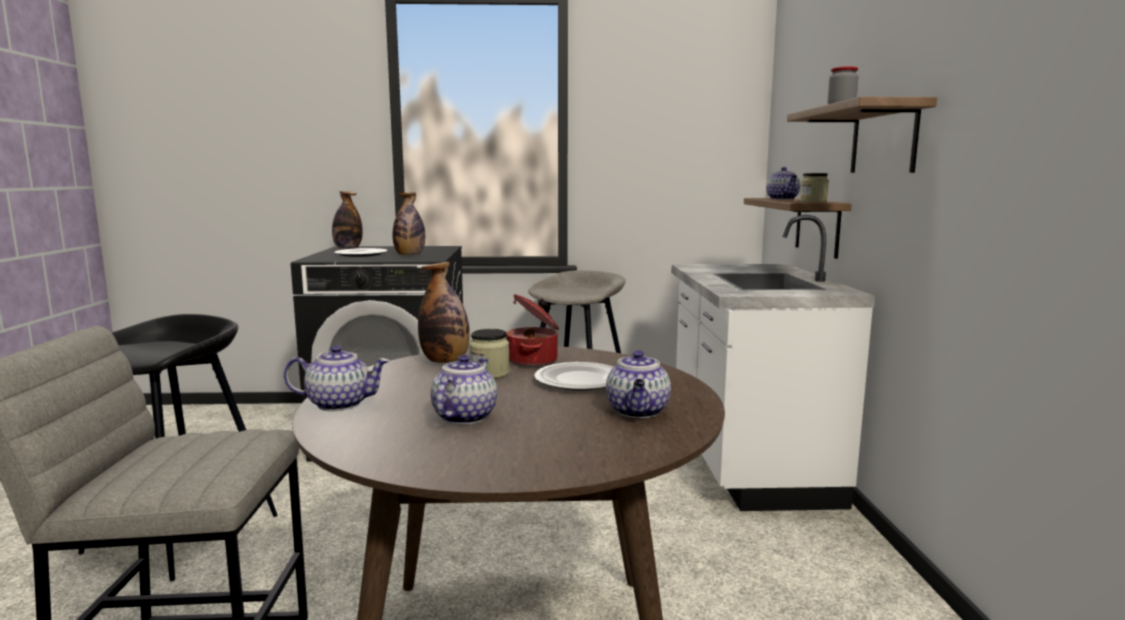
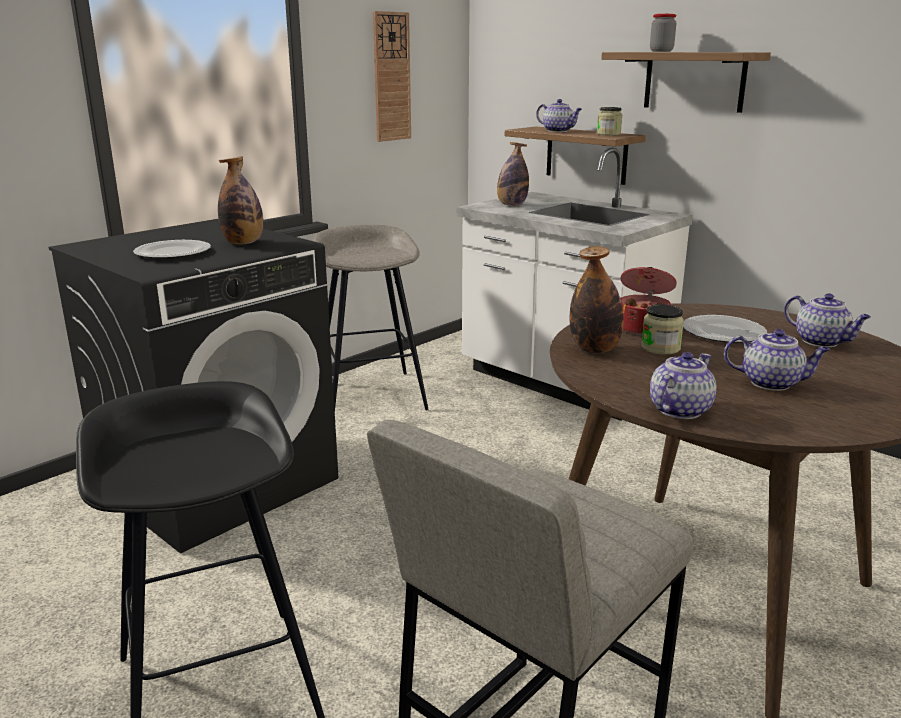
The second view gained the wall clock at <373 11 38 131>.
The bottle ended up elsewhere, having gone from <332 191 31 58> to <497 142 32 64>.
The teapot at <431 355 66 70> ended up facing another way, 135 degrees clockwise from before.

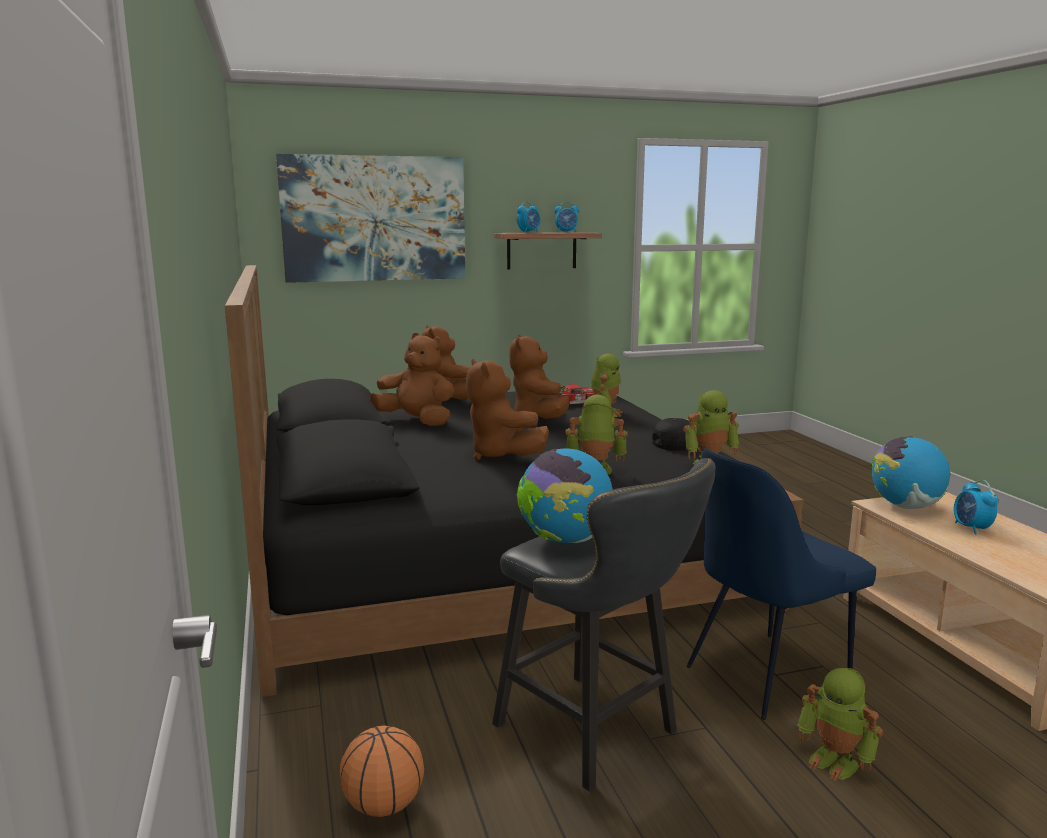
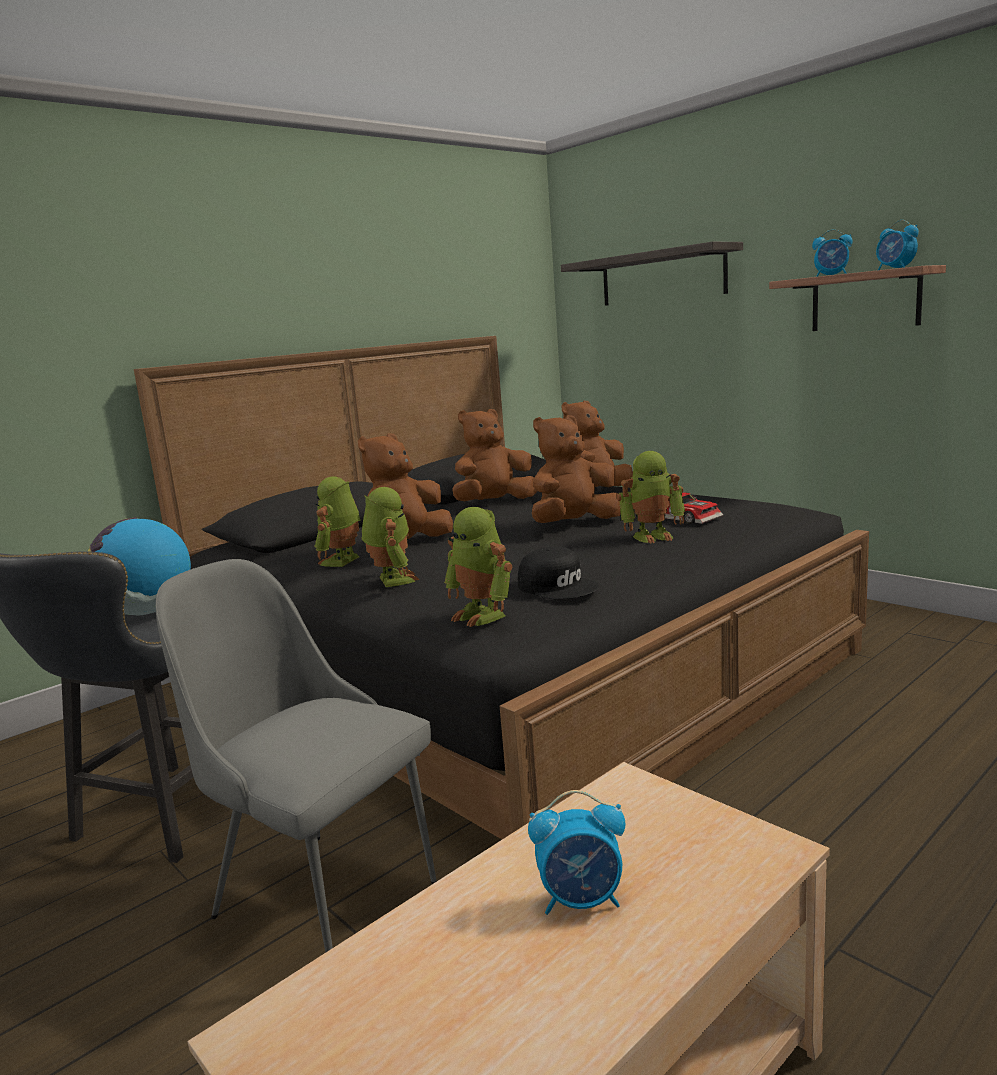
The second view lost the basketball at <340 726 84 91>.
The second view lost the globe at <872 436 78 73>.
The toy robot ended up elsewhere, having gone from <797 668 86 113> to <314 476 47 91>.
Where the picture hung at <276 154 189 129>, the shelf came to hang at <561 242 182 64>.
What was the blue chair at <687 448 190 272> turned into the grey chair at <156 559 281 394>.
The brown plush toy at <369 333 85 93> ended up facing another way, 120 degrees counterclockwise from before.
The alarm clock at <954 480 45 55> ended up facing another way, 150 degrees counterclockwise from before.

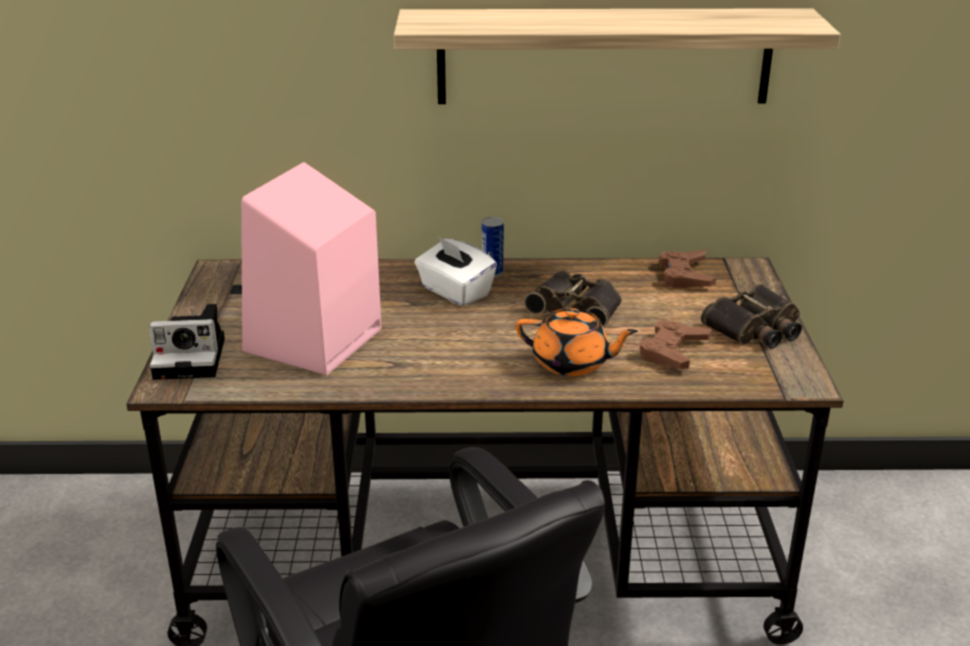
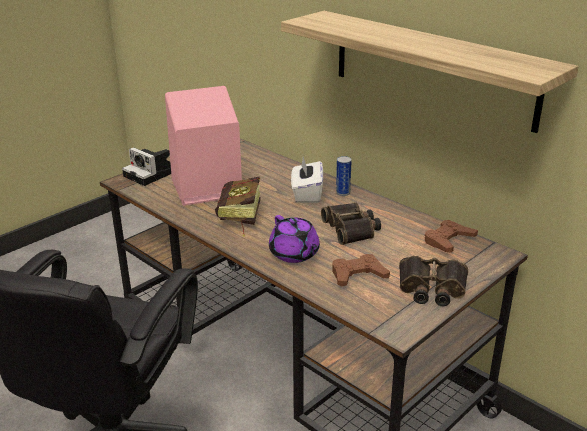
The second view gained the book at <215 177 46 59>.
What was the orange teapot at <516 308 122 68> turned into the purple teapot at <269 215 51 48>.

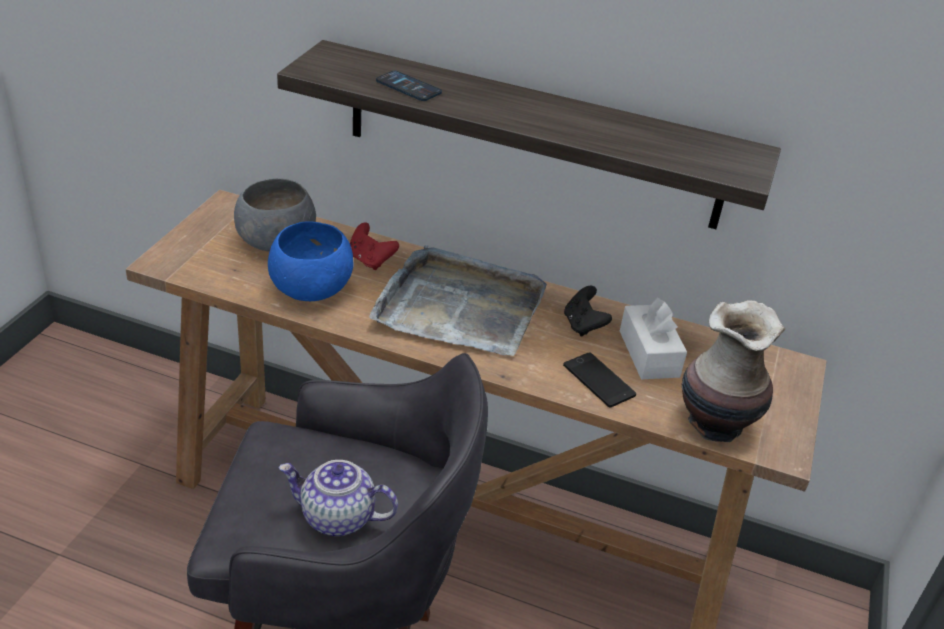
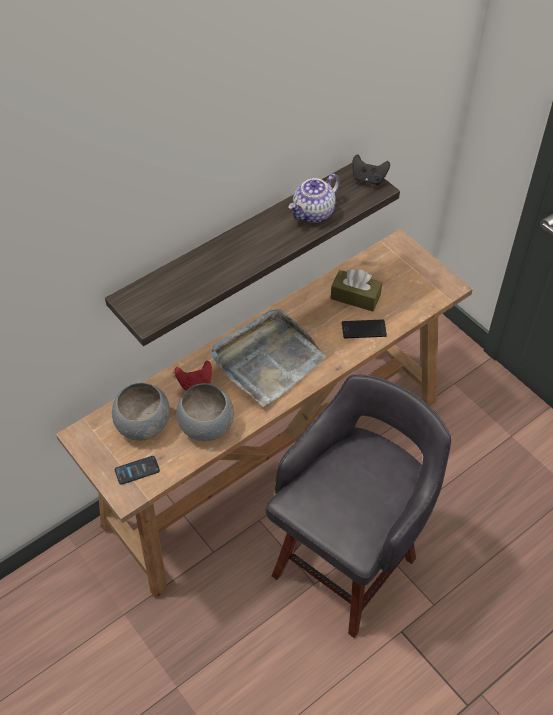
The second view lost the vase at <682 300 103 142>.
The teapot ended up elsewhere, having gone from <278 460 120 76> to <288 174 52 49>.
The phone ended up elsewhere, having gone from <376 71 66 30> to <115 456 45 29>.
The black game controller ended up elsewhere, having gone from <564 286 48 51> to <352 155 38 30>.
What was the blue bowl at <268 221 86 80> turned into the grey bowl at <176 383 58 58>.
What was the white tissue box at <620 298 67 82> turned into the brown tissue box at <331 269 51 43>.

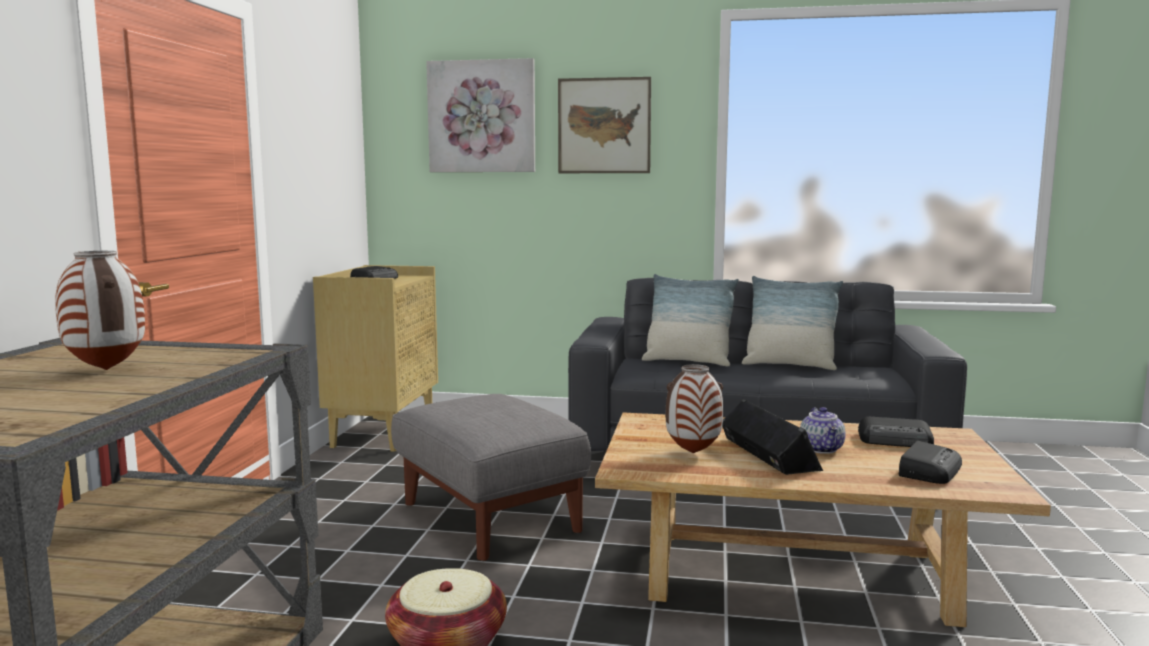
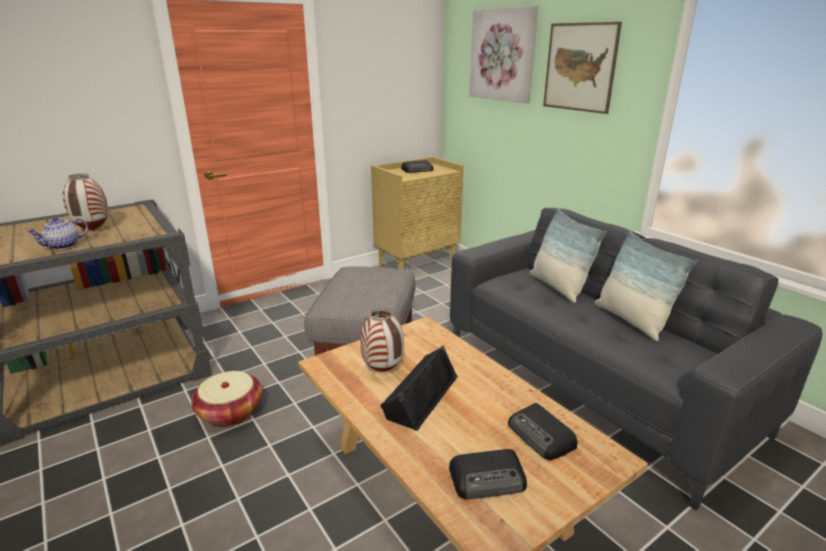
The teapot ended up elsewhere, having gone from <800 407 46 47> to <26 217 62 33>.

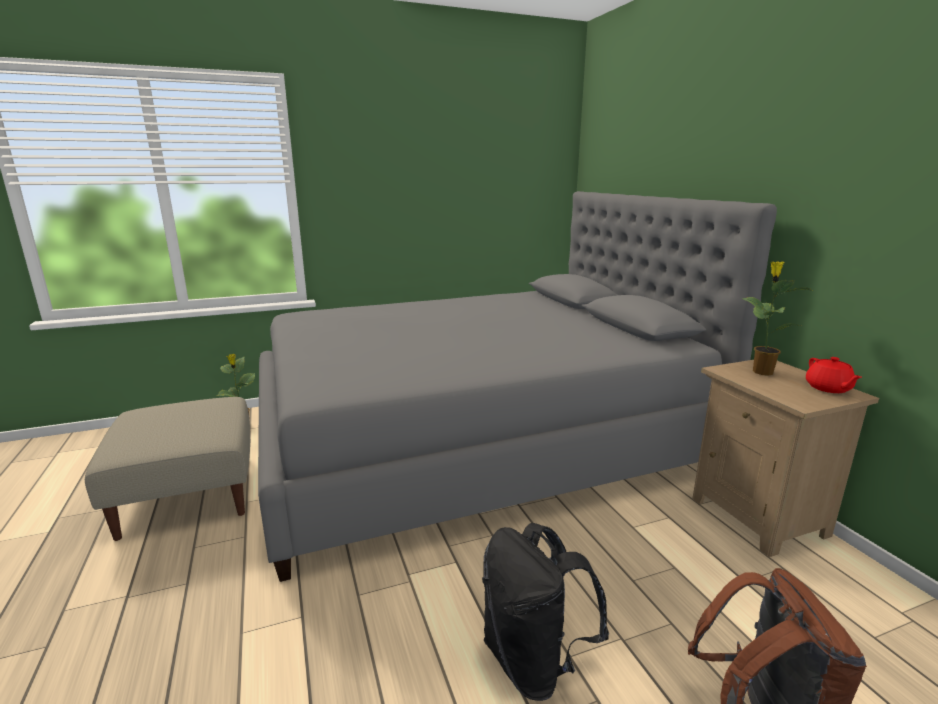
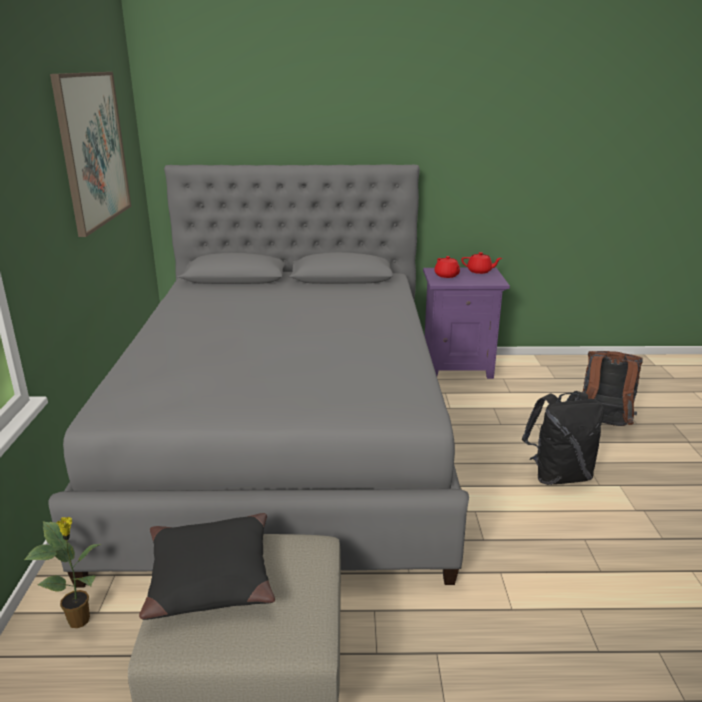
The second view gained the picture at <50 72 81 165>.
The second view gained the black pillow at <139 513 136 107>.
Where the potted plant stood at <741 261 72 115>, the red teapot came to stand at <434 256 26 22>.
What was the beige nightstand at <692 360 187 197> turned into the purple nightstand at <423 268 87 111>.

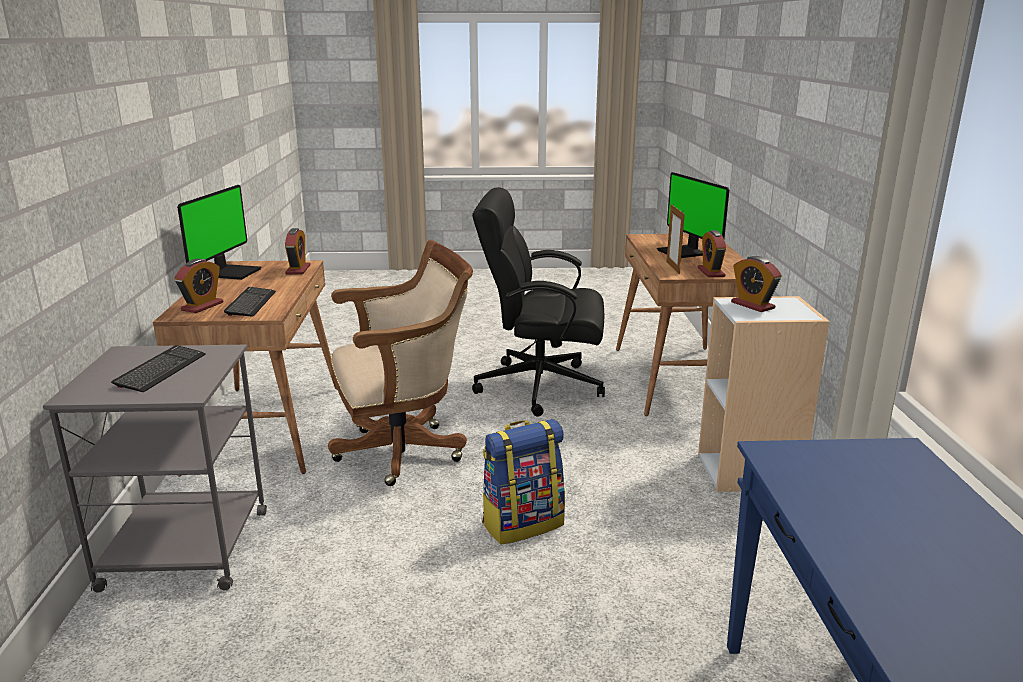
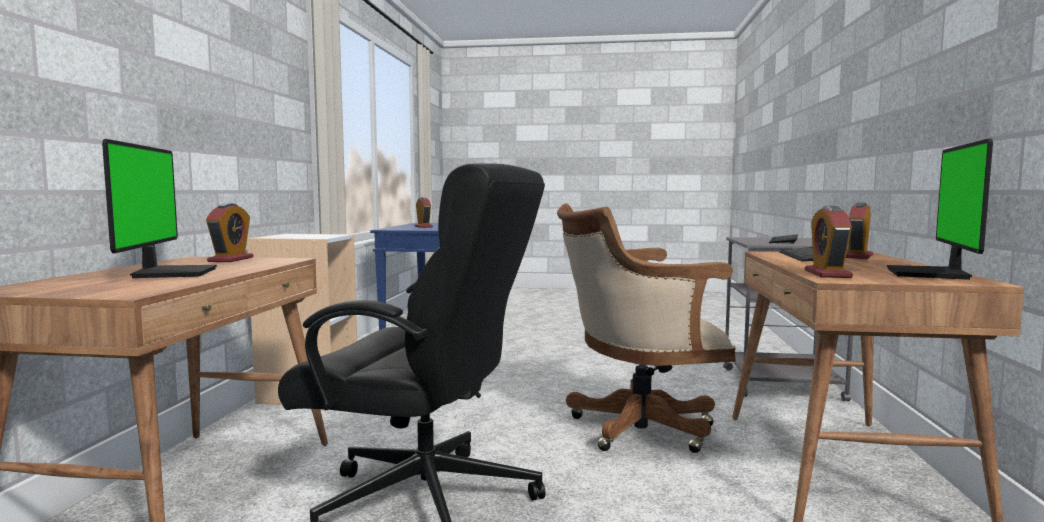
The second view lost the backpack at <482 419 83 126>.
The second view lost the picture frame at <666 203 19 71>.
The alarm clock ended up elsewhere, having gone from <731 256 51 56> to <414 197 19 31>.

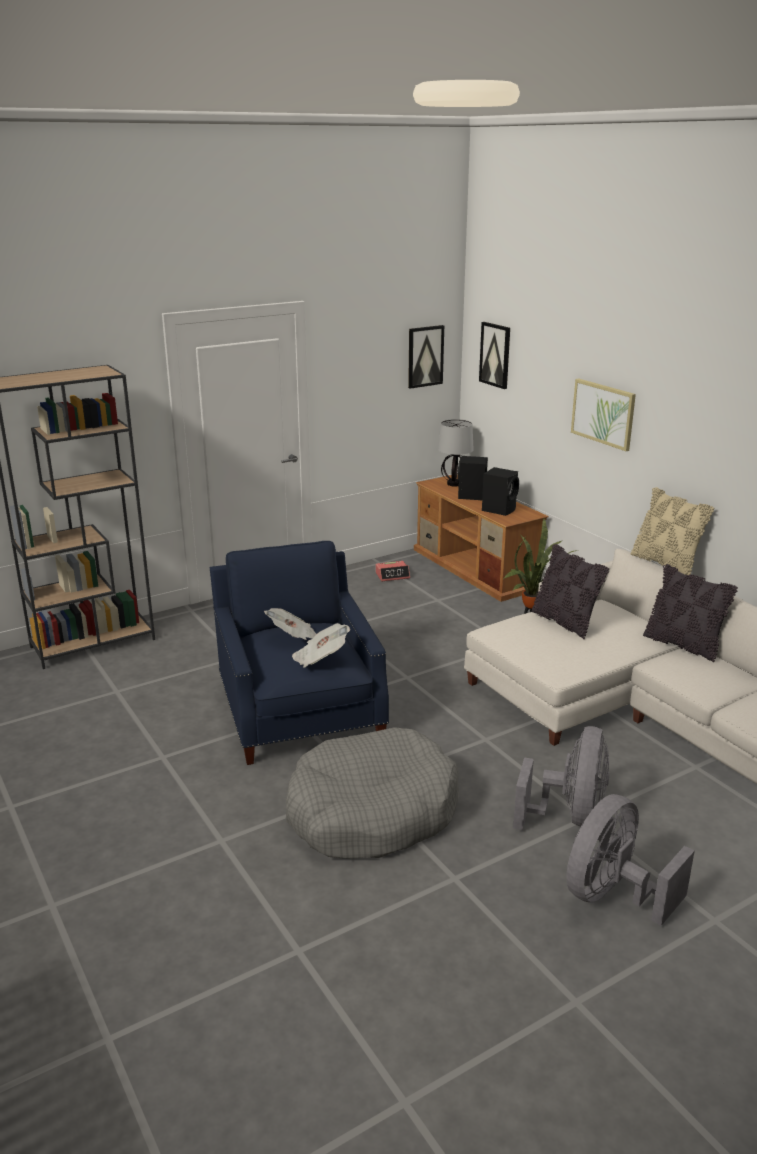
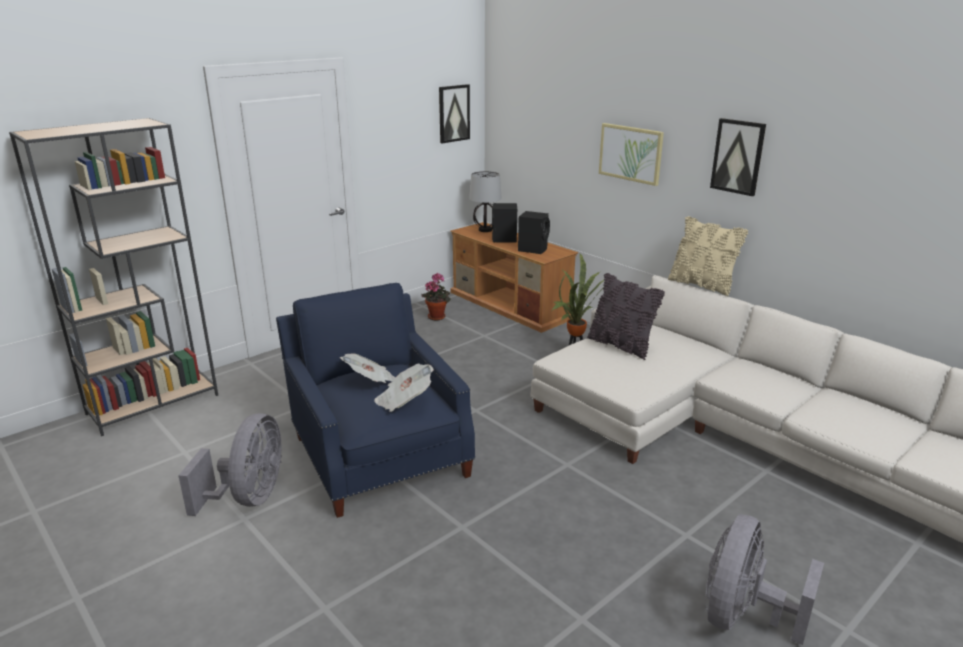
The second view lost the grey dog bed at <286 727 173 132>.
The second view lost the black pillow at <643 564 95 98>.
The picture ended up elsewhere, having gone from <479 322 31 67> to <710 118 56 78>.
The grey fan ended up elsewhere, having gone from <513 726 97 104> to <178 413 104 103>.
Where the alarm clock stood at <376 561 34 20>, the potted plant came to stand at <421 273 30 48>.

